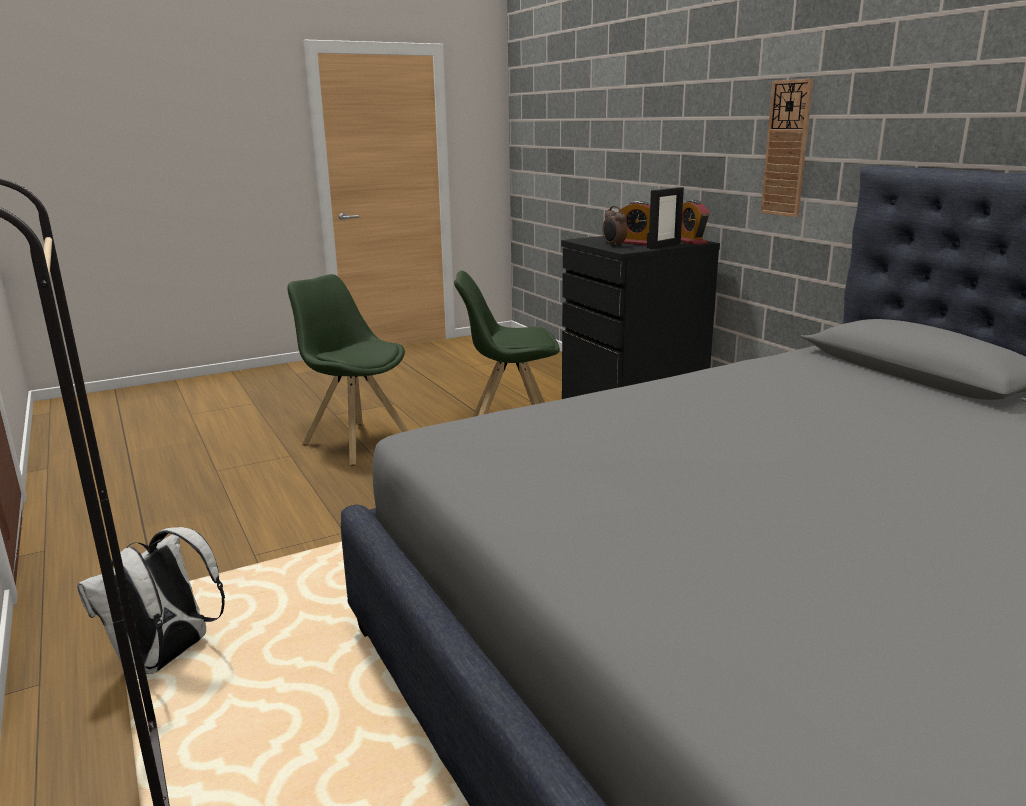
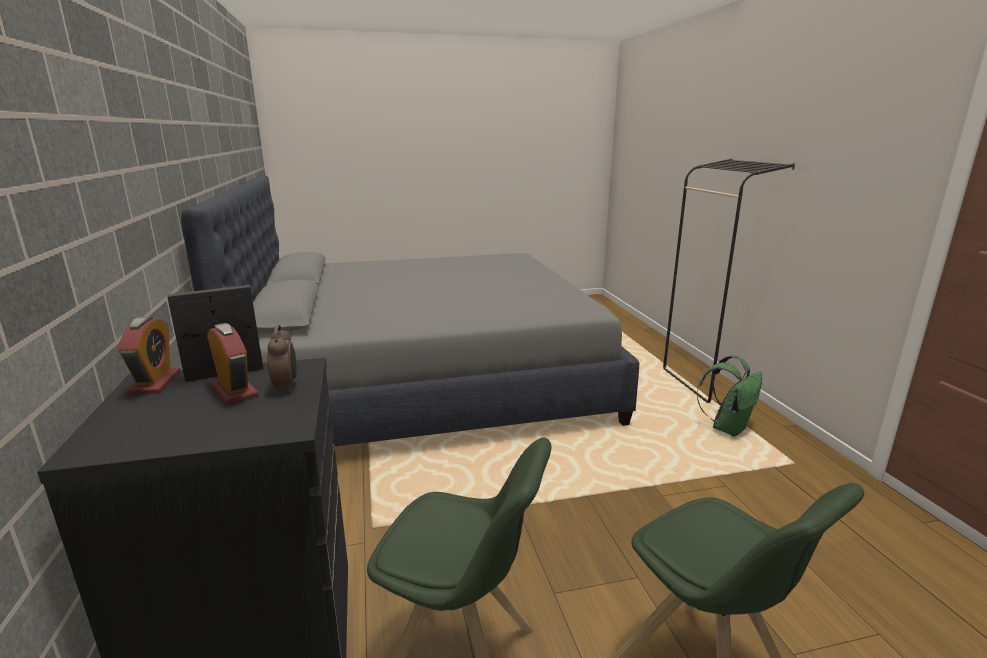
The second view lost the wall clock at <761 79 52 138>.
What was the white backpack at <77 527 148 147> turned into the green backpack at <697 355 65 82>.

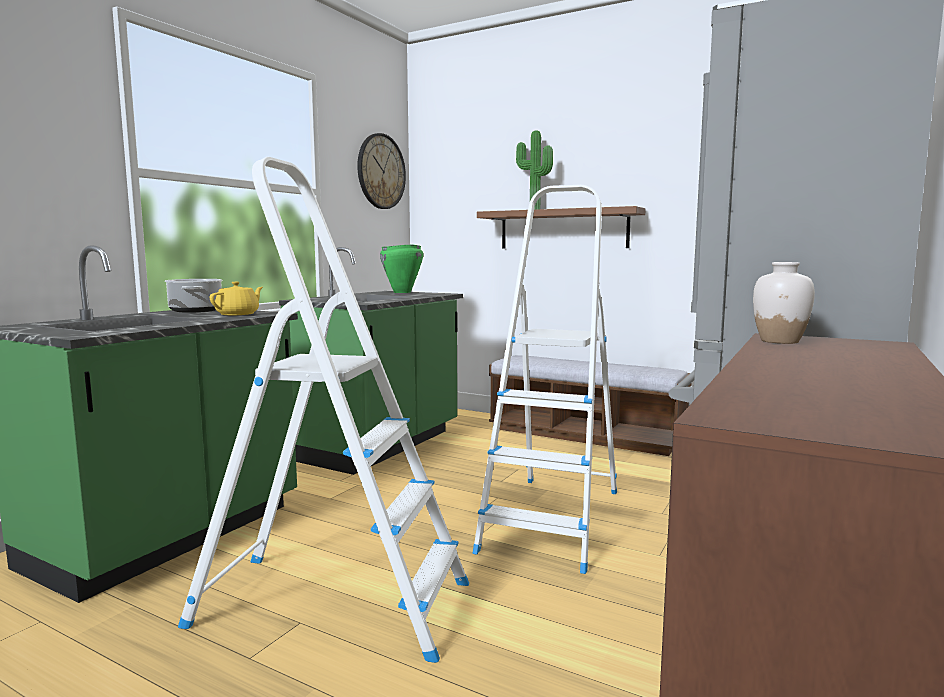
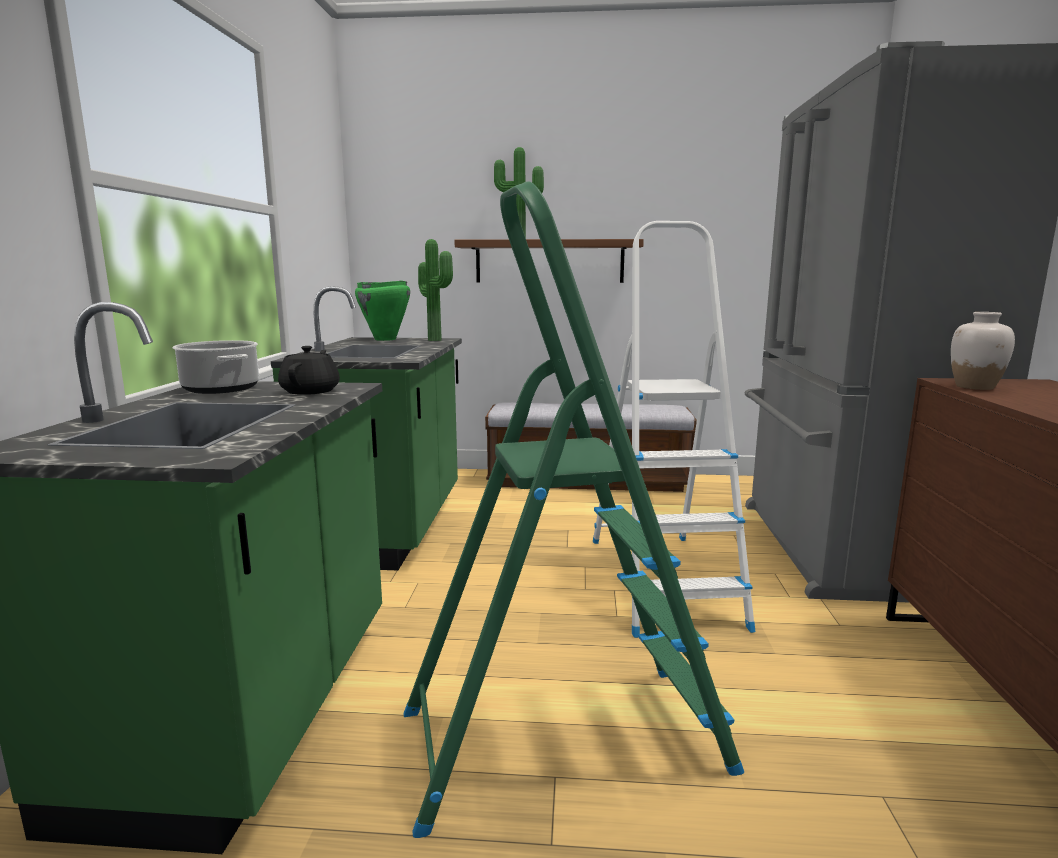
The second view lost the wall clock at <357 133 49 76>.
The second view gained the potted plant at <418 239 35 102>.
What was the white step ladder at <178 157 291 506> turned into the green step ladder at <403 181 341 657>.
What was the yellow teapot at <209 282 54 33> turned into the black teapot at <278 346 62 49>.

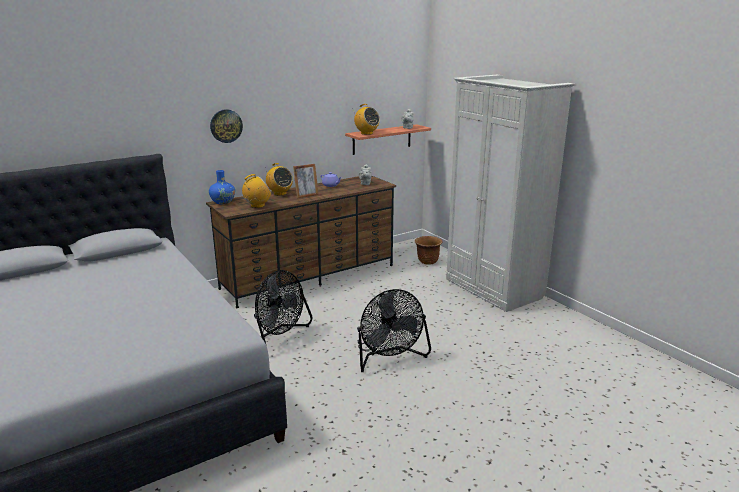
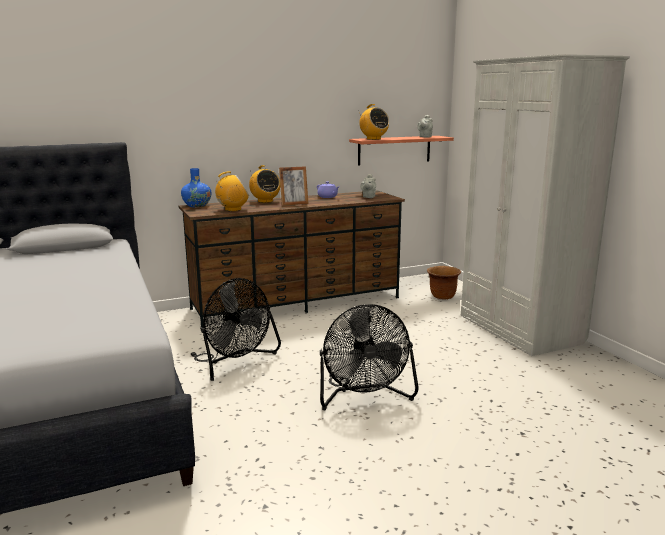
The second view lost the wall clock at <210 109 33 34>.

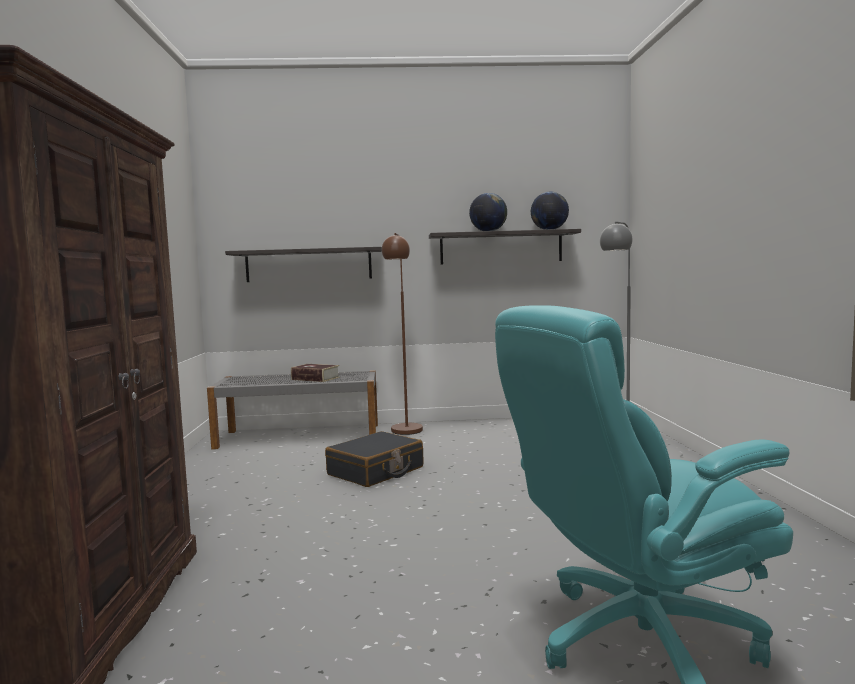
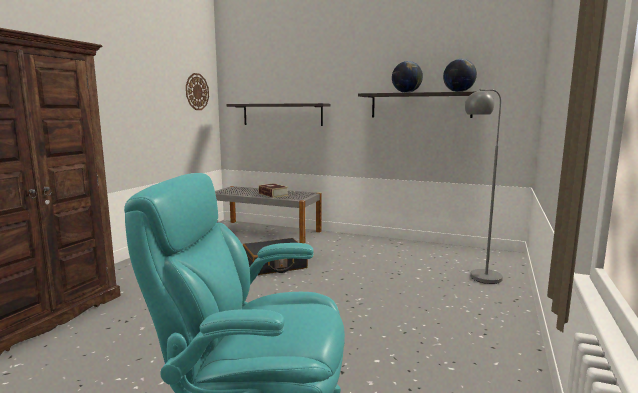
The second view lost the brown floor lamp at <382 233 41 202>.
The second view gained the wall clock at <186 73 23 37>.

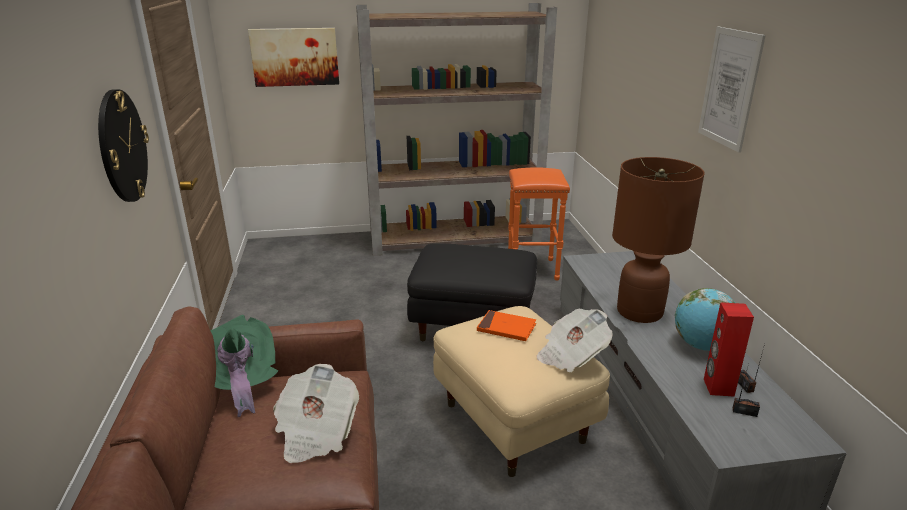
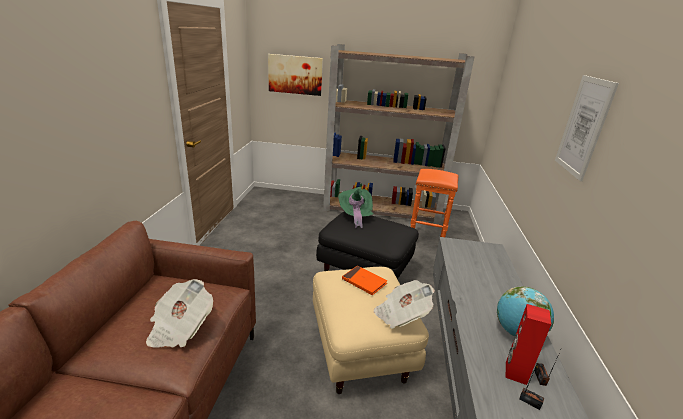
The second view lost the wall clock at <98 89 51 113>.
The second view lost the brown table lamp at <612 157 93 166>.
The green hat ended up elsewhere, having gone from <210 315 68 102> to <338 187 36 41>.

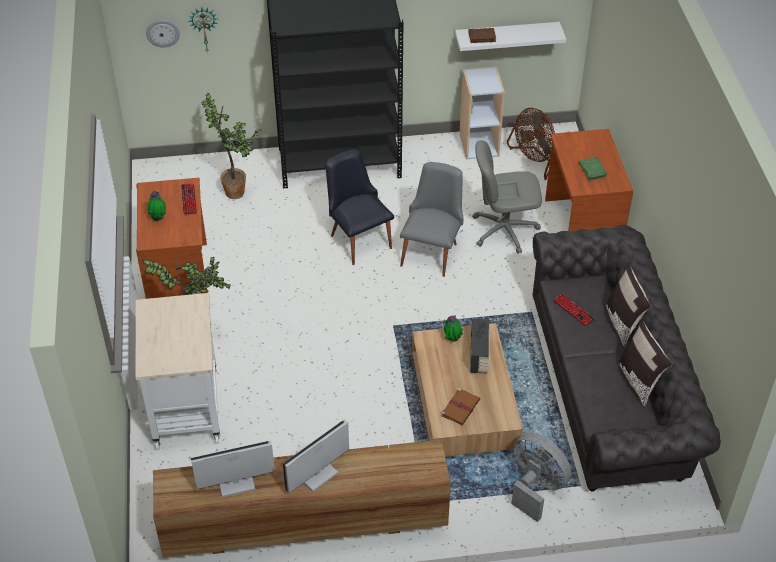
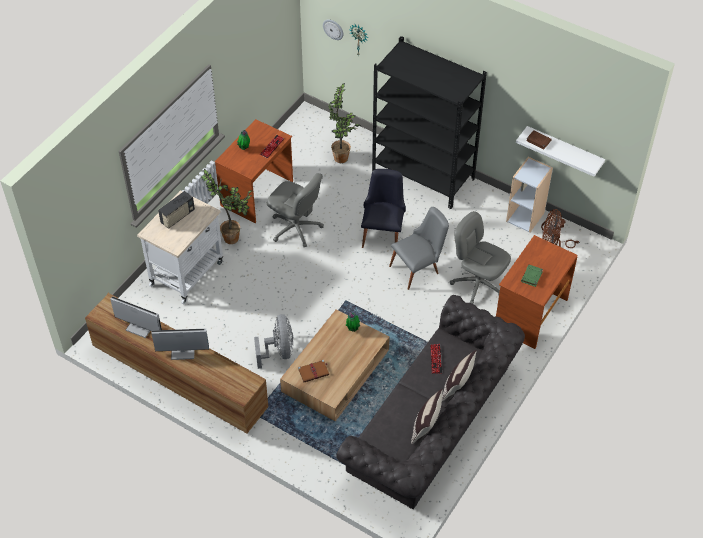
The second view gained the grey office chair at <267 173 57 74>.
The radio ended up elsewhere, having gone from <470 319 20 54> to <158 191 37 38>.
The grey fan ended up elsewhere, having gone from <511 433 60 89> to <254 314 39 55>.

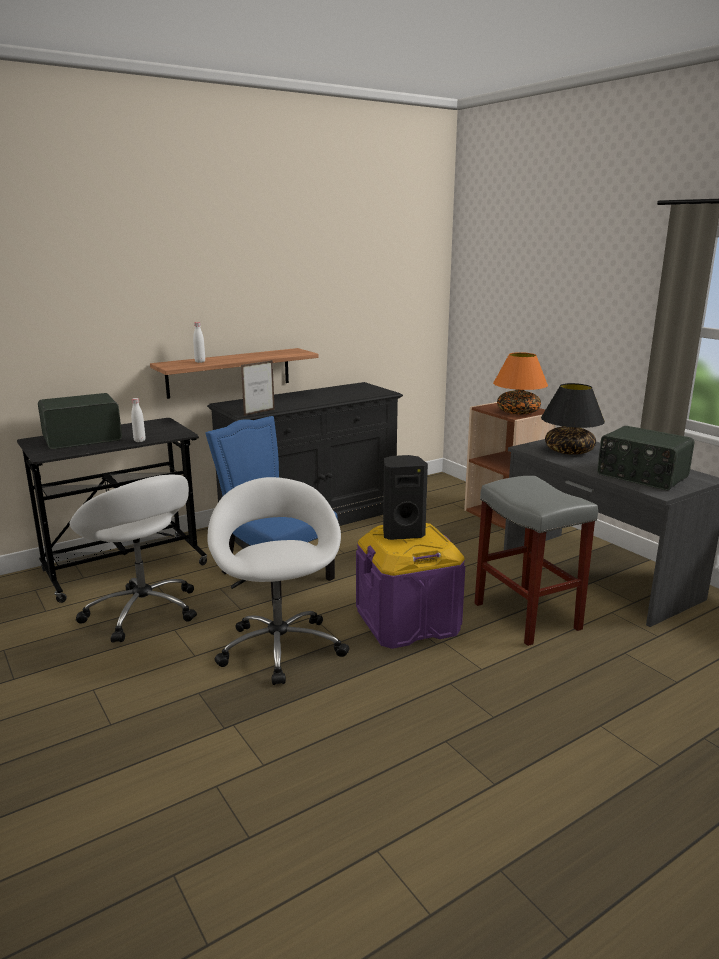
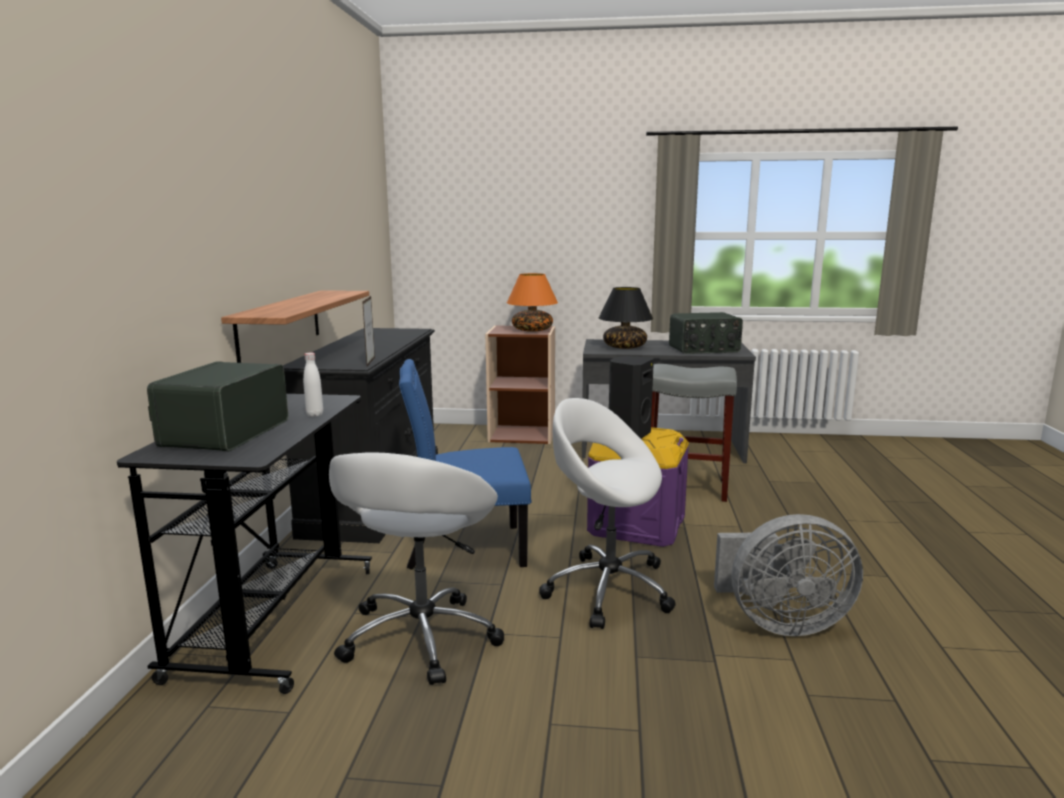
The second view lost the white bottle at <193 322 12 41>.
The second view gained the grey fan at <714 514 149 122>.
The white office chair at <70 474 127 169> ended up facing another way, 105 degrees clockwise from before.

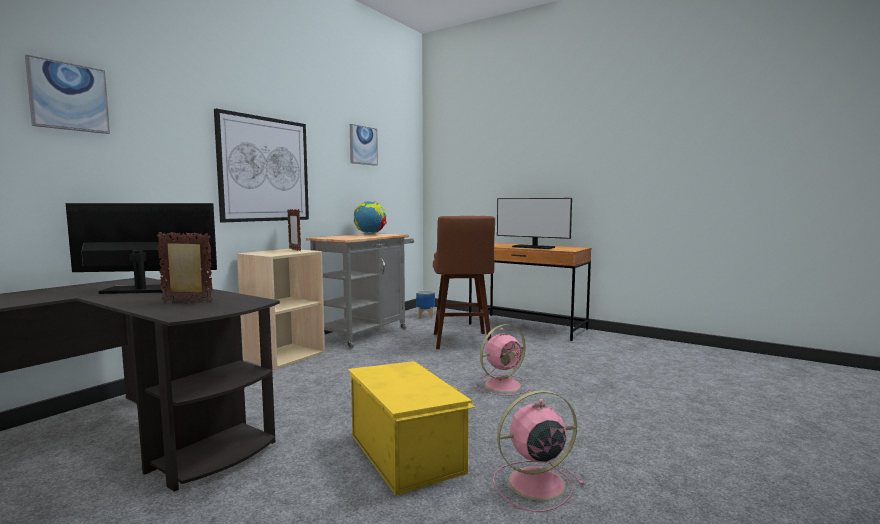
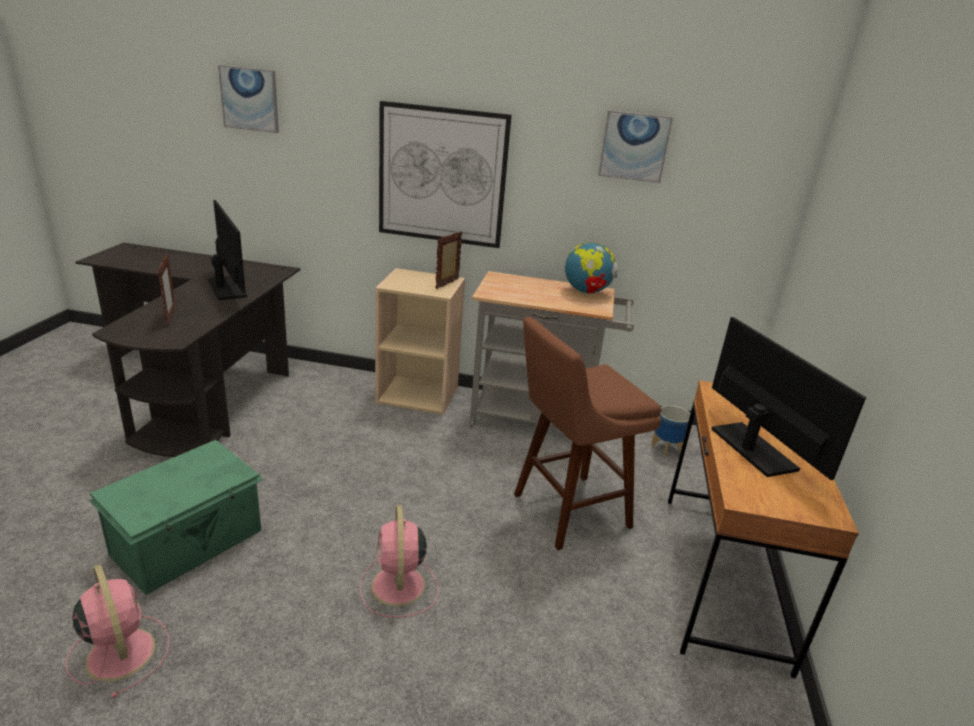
What was the yellow storage box at <348 361 128 135> turned into the green storage box at <89 440 175 155>.
The pink fan at <473 324 59 72> ended up facing another way, 45 degrees clockwise from before.
The monitor at <497 198 75 51> ended up facing another way, 150 degrees clockwise from before.

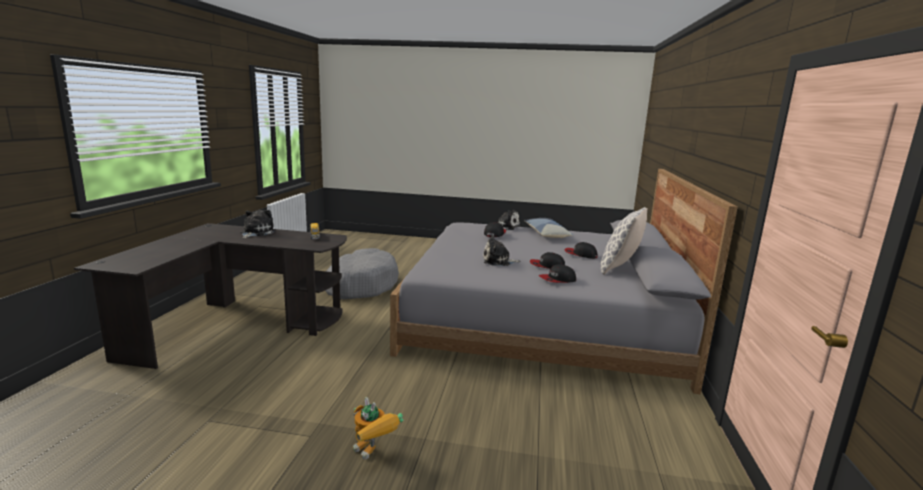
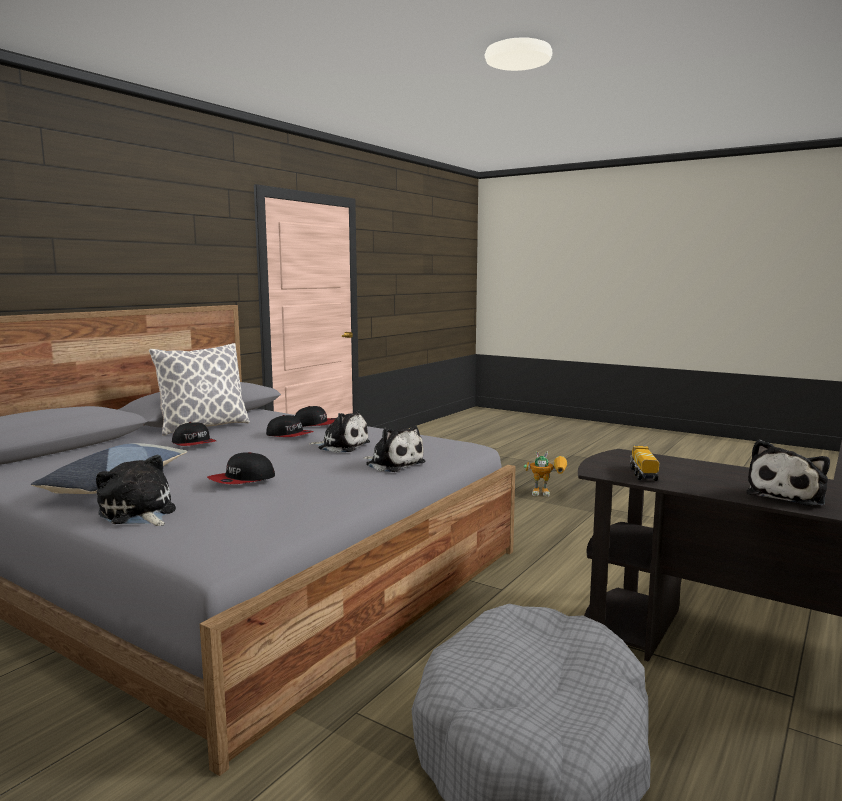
The second view gained the plush toy at <363 426 63 46>.
The toy robot at <353 397 50 62> ended up facing another way, 120 degrees clockwise from before.

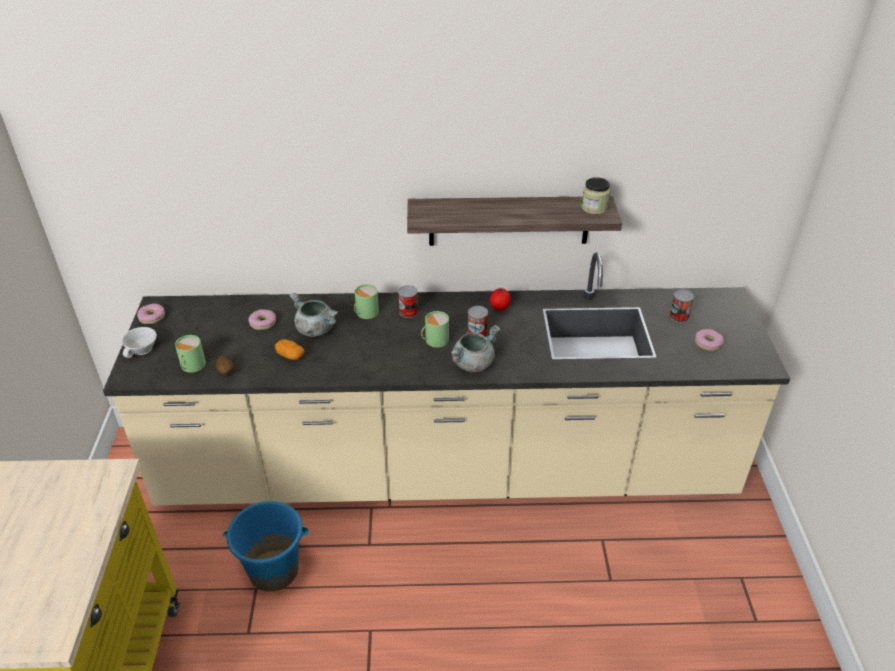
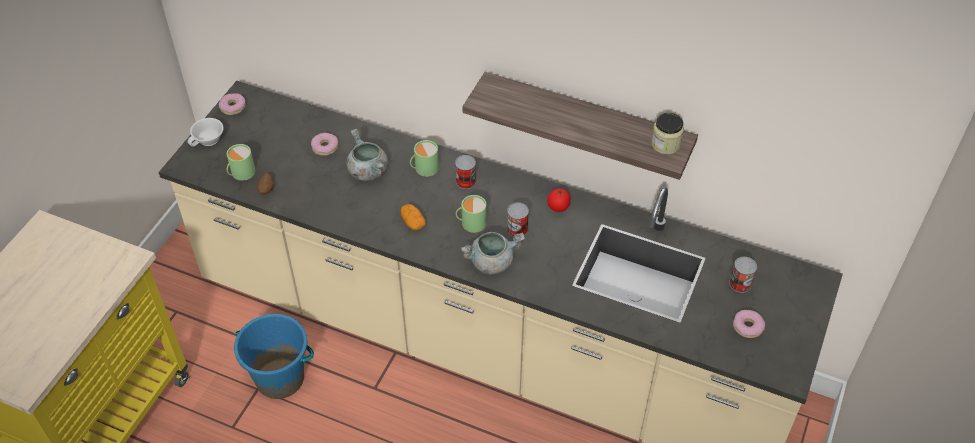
The potato ended up elsewhere, having gone from <275 339 29 21> to <400 204 26 26>.

